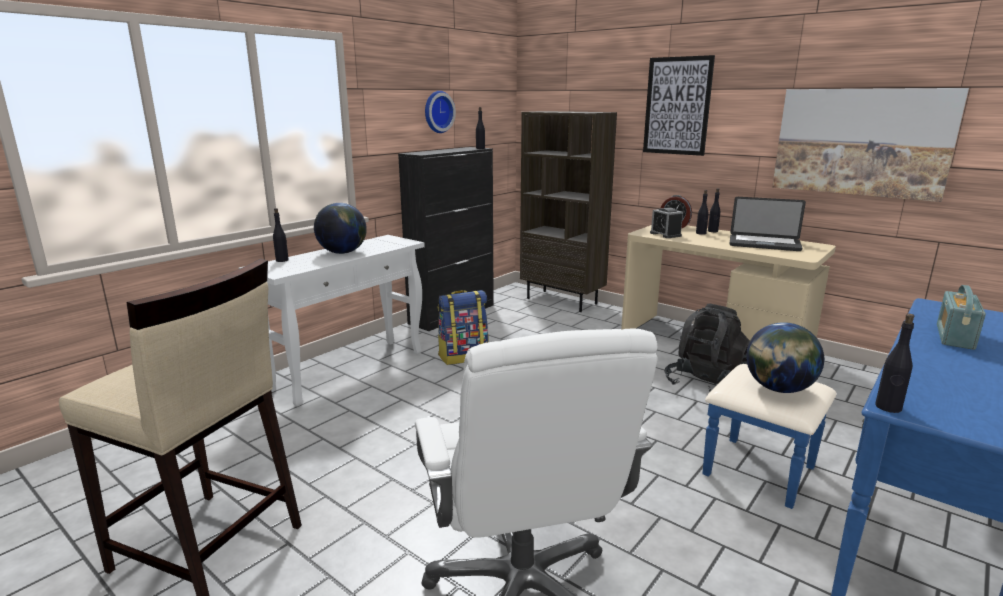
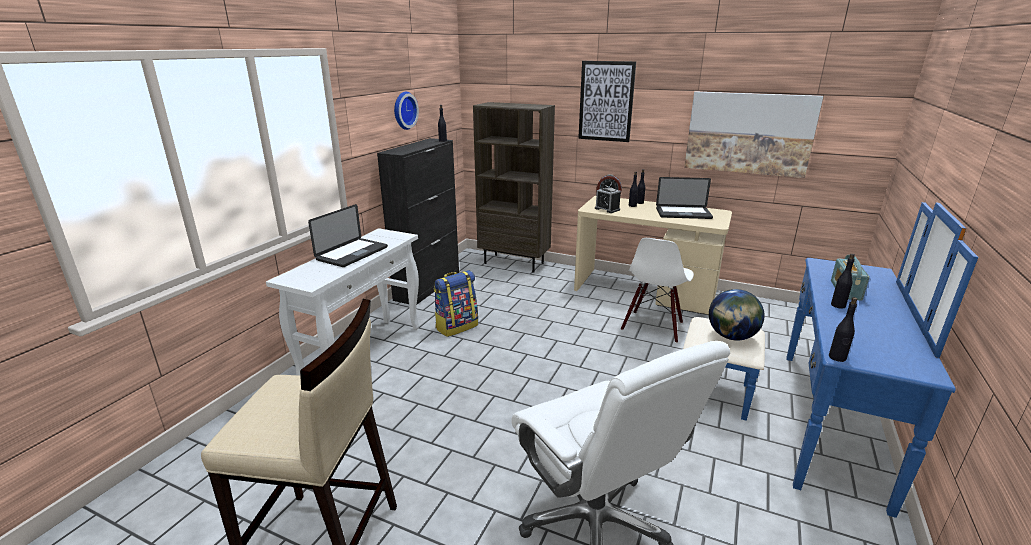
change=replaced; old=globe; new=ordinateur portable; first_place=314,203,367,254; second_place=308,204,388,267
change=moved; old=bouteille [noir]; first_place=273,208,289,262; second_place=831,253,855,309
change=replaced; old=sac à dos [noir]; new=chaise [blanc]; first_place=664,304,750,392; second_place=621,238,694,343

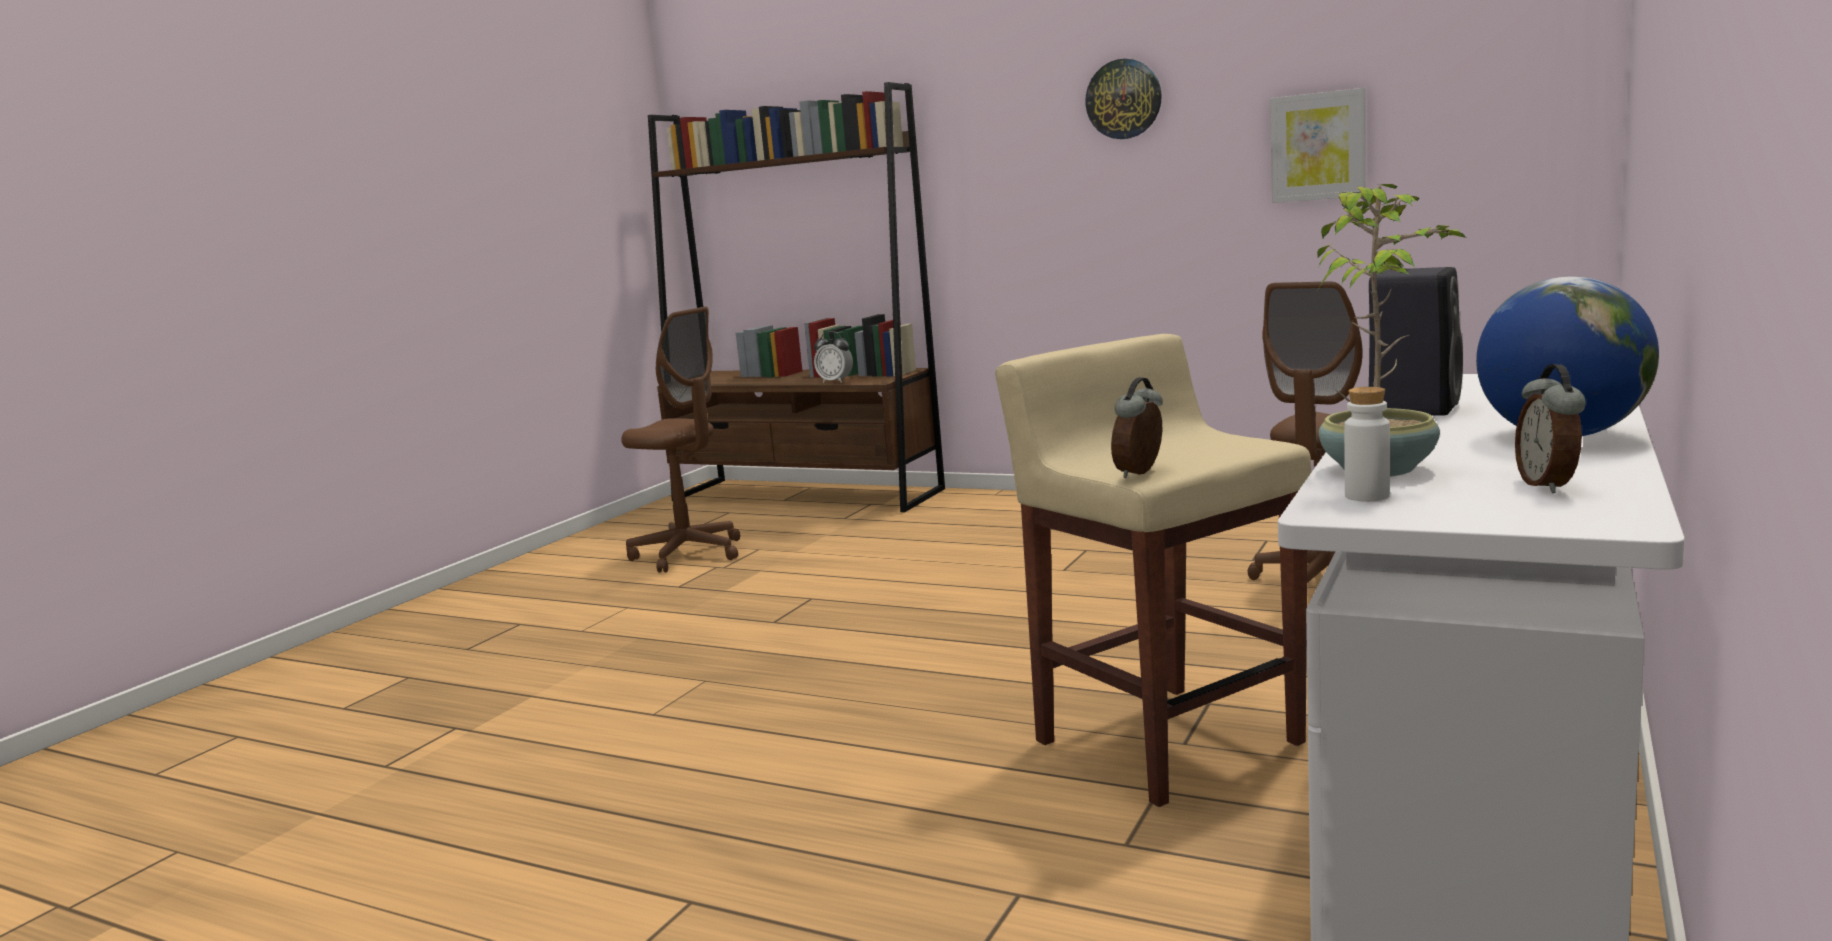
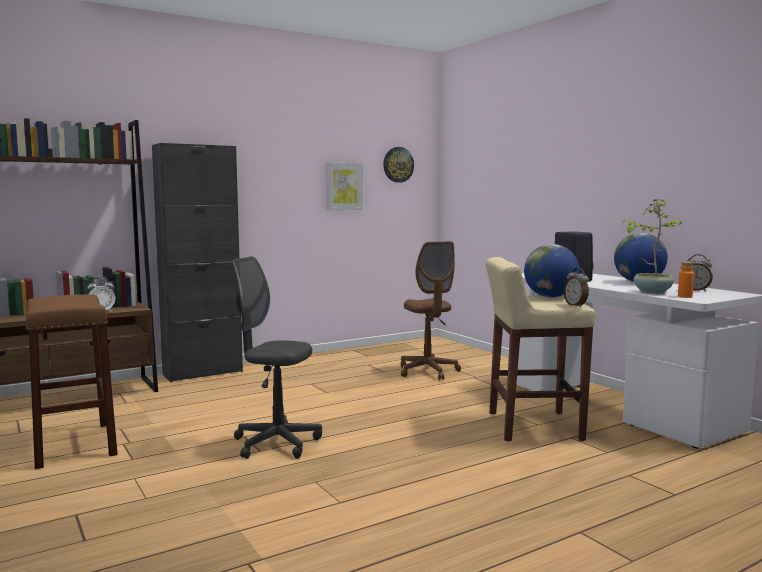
change=moved; old=horloge murale; first_place=1085,59,1162,139; second_place=383,147,414,183
change=replaced; old=chaise de bureau [marron]; new=tabouret [marron]; first_place=621,307,740,573; second_place=26,294,118,469
change=recoloured; old=bouteille [blanc]; new=bouteille [orange]; first_place=1344,387,1390,502; second_place=678,262,694,298
change=added; new=meuble de rangement [noir]; second_place=152,143,243,382
change=added; new=globe; second_place=524,244,579,297
change=added; new=chaise de bureau [gris]; second_place=233,256,322,459

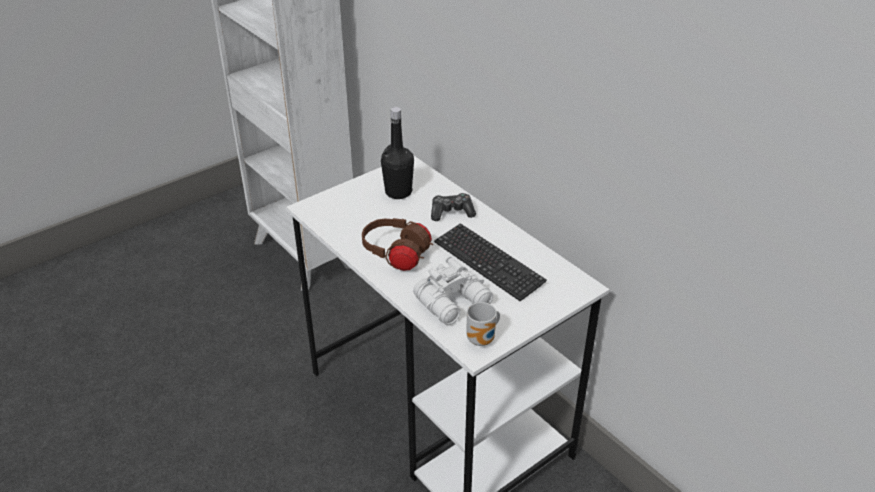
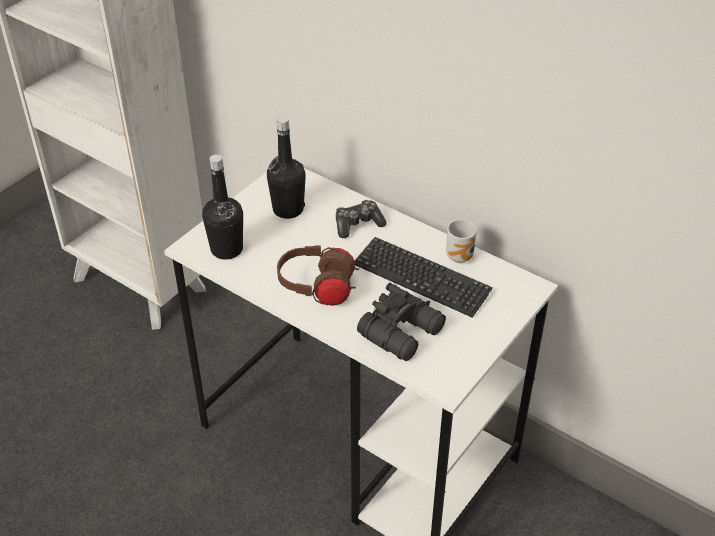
change=recoloured; old=jumelles [blanc]; new=jumelles [noir]; first_place=413,256,493,325; second_place=357,283,446,361
change=moved; old=mug; first_place=467,302,500,346; second_place=446,219,477,263
change=added; new=bouteille [noir]; second_place=202,154,243,259

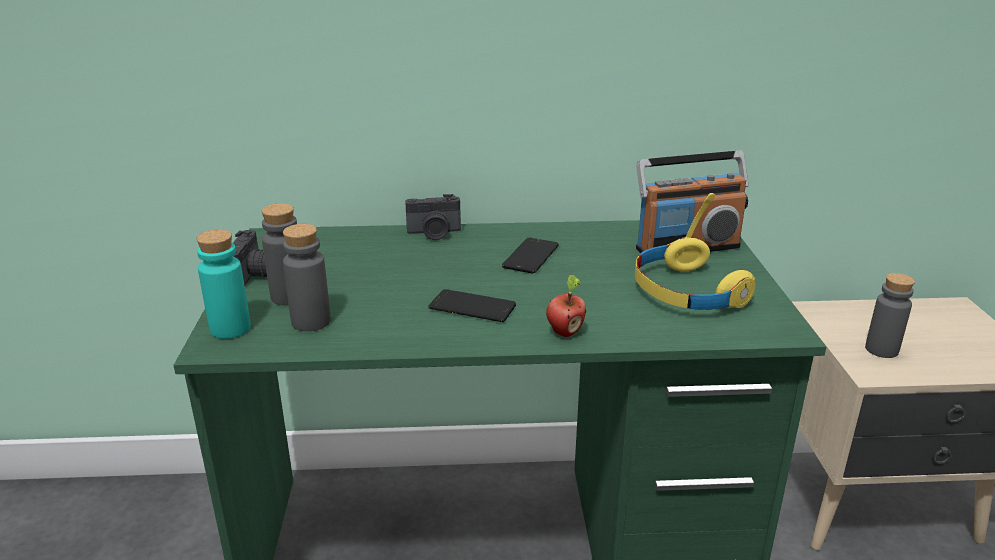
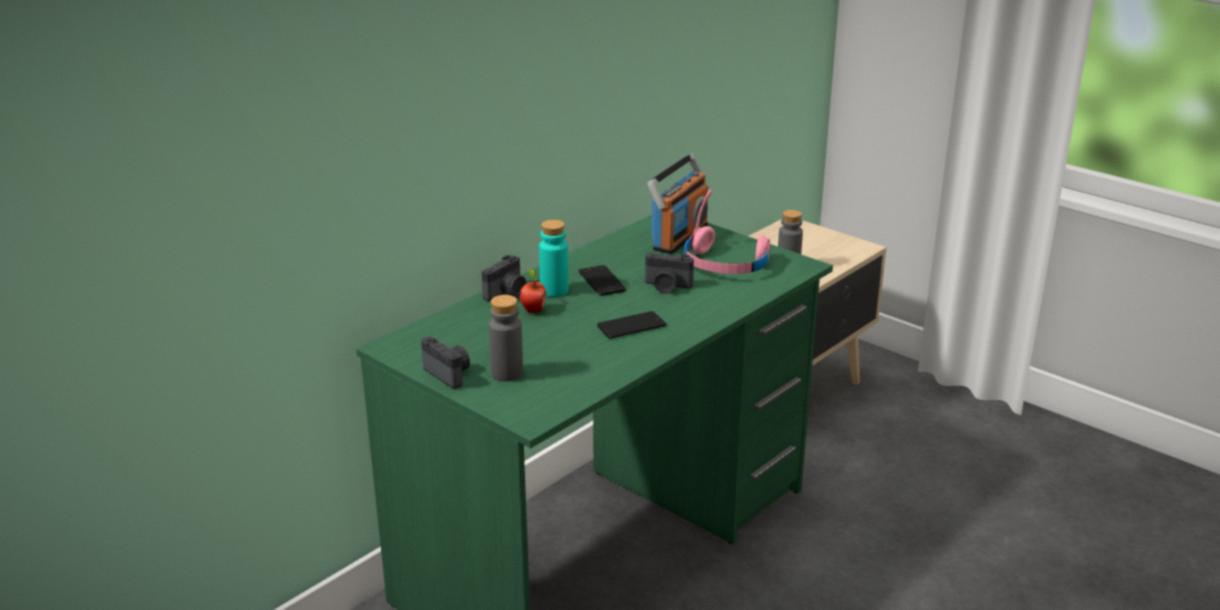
change=recoloured; old=casque audio [jaune]; new=casque audio [rose]; first_place=635,193,755,310; second_place=684,190,770,274
change=removed; old=bouteille [gris]; first_place=283,224,331,331
change=moved; old=bouteille [turquoise]; first_place=196,230,251,339; second_place=539,220,569,297
change=moved; old=pomme; first_place=546,275,586,337; second_place=520,269,546,313
change=added; new=appareil photo; second_place=645,253,694,294

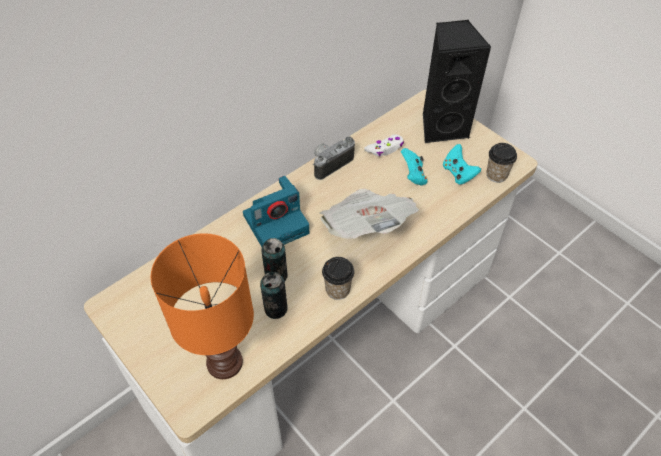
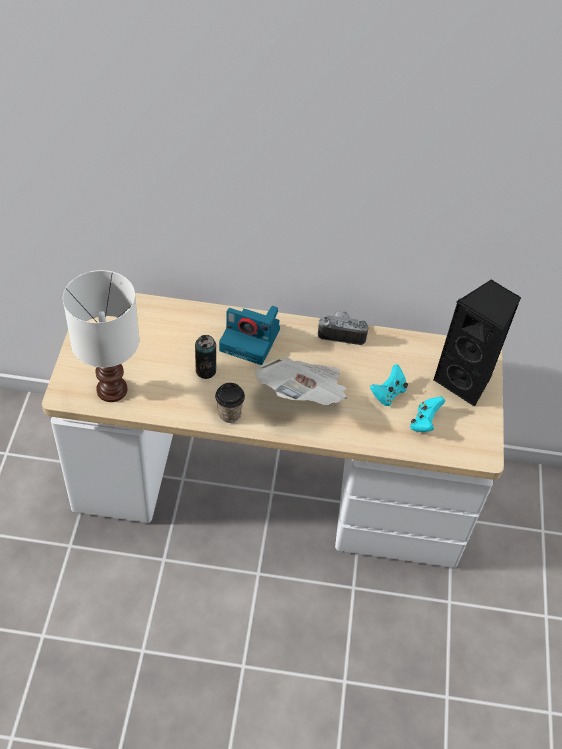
change=removed; old=manette [blanc]; first_place=364,134,404,156
change=removed; old=tasse; first_place=486,143,517,183
change=recoloured; old=lampe de table [orange]; new=lampe de table [blanc]; first_place=151,233,254,379; second_place=63,270,139,402
change=removed; old=boîte métallique; first_place=260,272,288,319

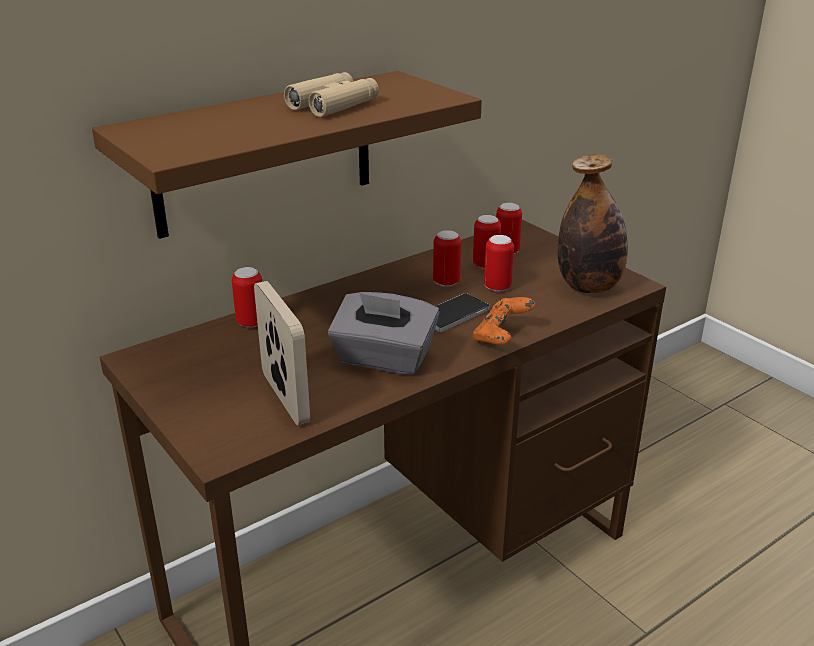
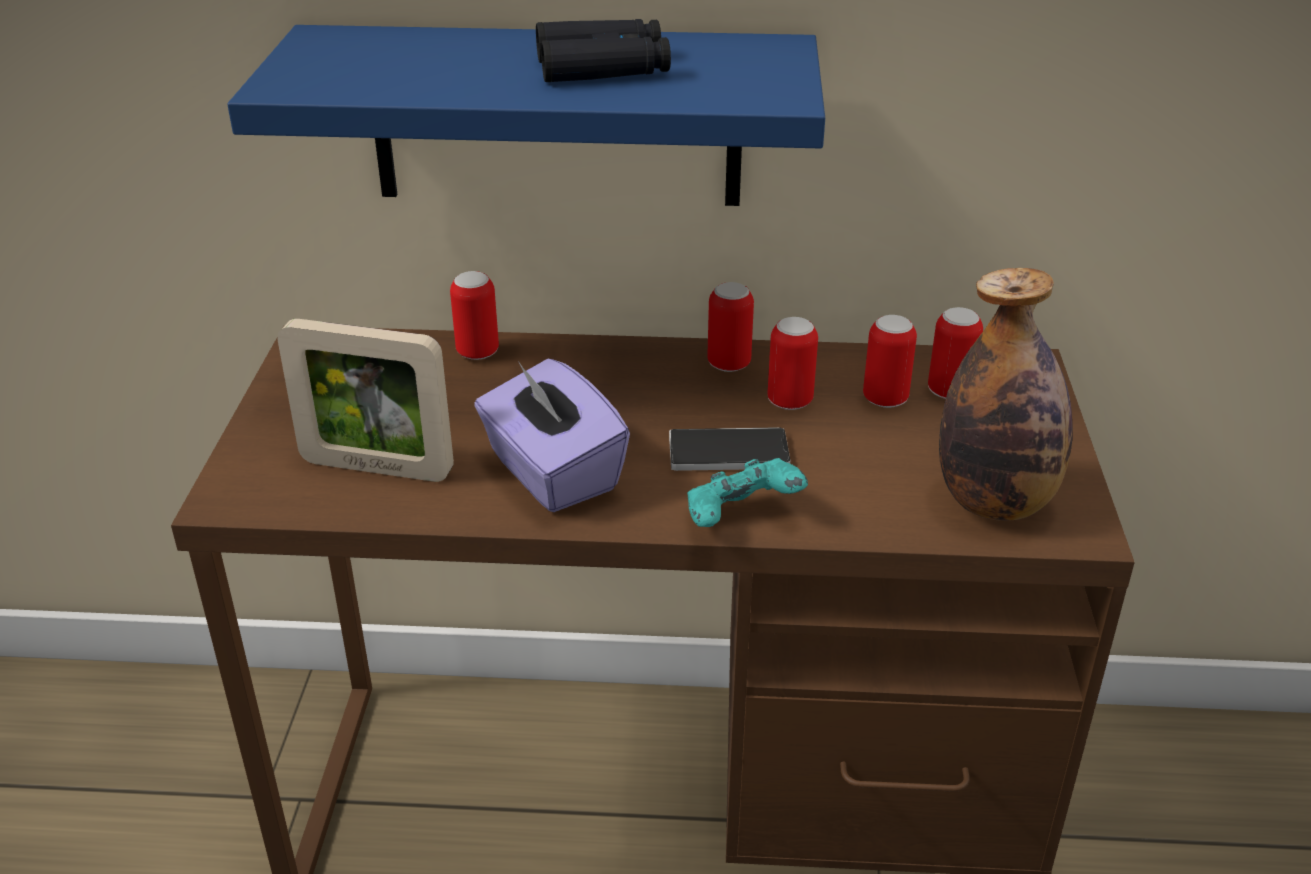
change=recoloured; old=étagère [marron]; new=étagère [bleu]; first_place=92,71,482,239; second_place=227,25,825,206
change=recoloured; old=jumelles [beige]; new=jumelles [noir]; first_place=284,72,379,117; second_place=536,19,671,82
change=moved; old=boîte métallique; first_place=484,235,514,292; second_place=707,282,754,372
change=turned; old=cadre photo; first_place=254,281,310,425; second_place=277,319,454,482; degrees=90
change=recoloured; old=boîte à mouchoirs [gris]; new=boîte à mouchoirs [violet]; first_place=328,292,439,375; second_place=474,359,630,512
change=recoloured; old=manette [orange]; new=manette [turquoise]; first_place=473,297,535,345; second_place=687,458,808,527

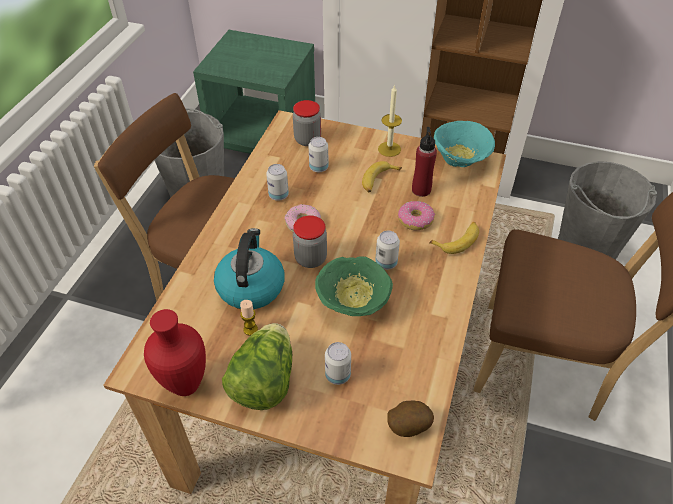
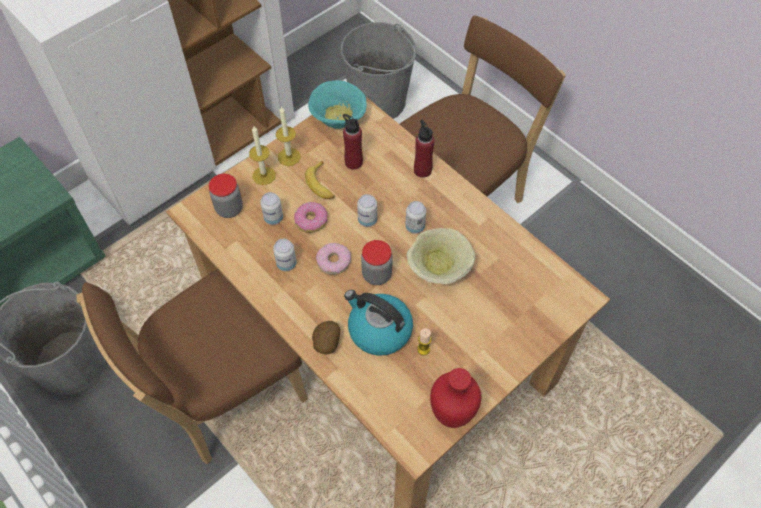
change=moved; old=beignet; first_place=398,201,435,231; second_place=294,202,328,233
change=replaced; old=banane; new=bouteille [rouge]; first_place=429,222,479,254; second_place=414,120,435,178
change=recoloured; old=bol [vert]; new=bol [beige]; first_place=315,256,393,316; second_place=407,228,475,284
change=removed; old=laitue; first_place=222,323,292,410
change=moved; old=boîte métallique; first_place=325,342,351,385; second_place=357,194,377,227
change=moved; old=pomme de terre; first_place=387,400,434,437; second_place=312,321,340,354
change=added; new=bougie; second_place=249,126,276,185

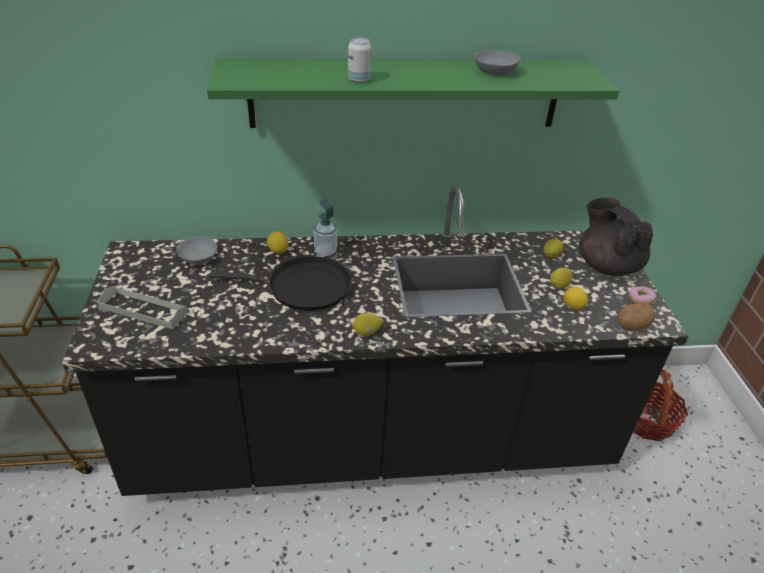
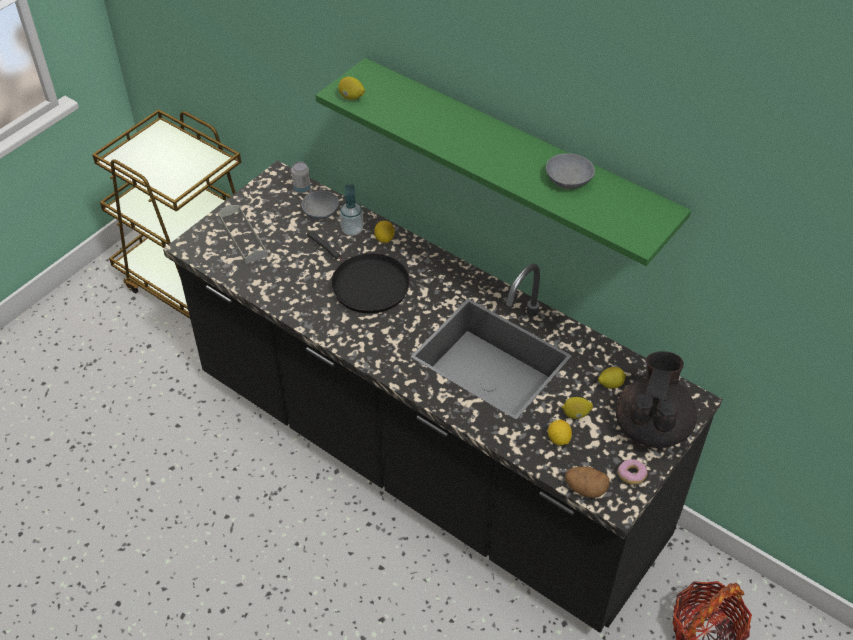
change=moved; old=boîte métallique; first_place=348,38,371,83; second_place=291,162,311,193
change=moved; old=distributeur de savon; first_place=314,199,337,256; second_place=340,185,364,236
change=moved; old=citron; first_place=352,313,383,336; second_place=338,77,365,100

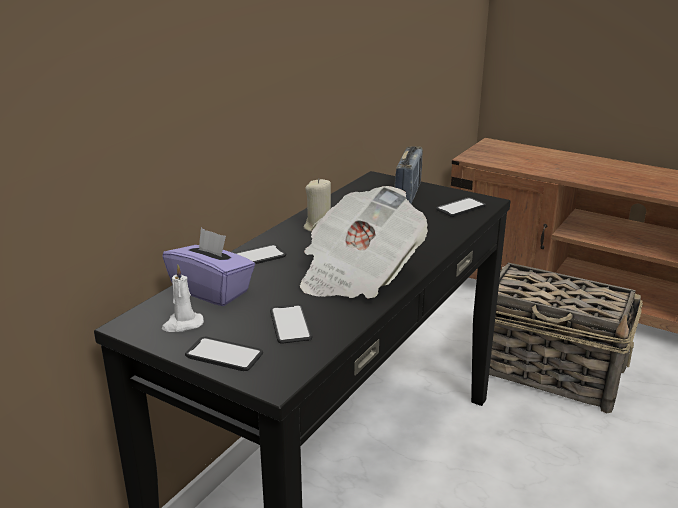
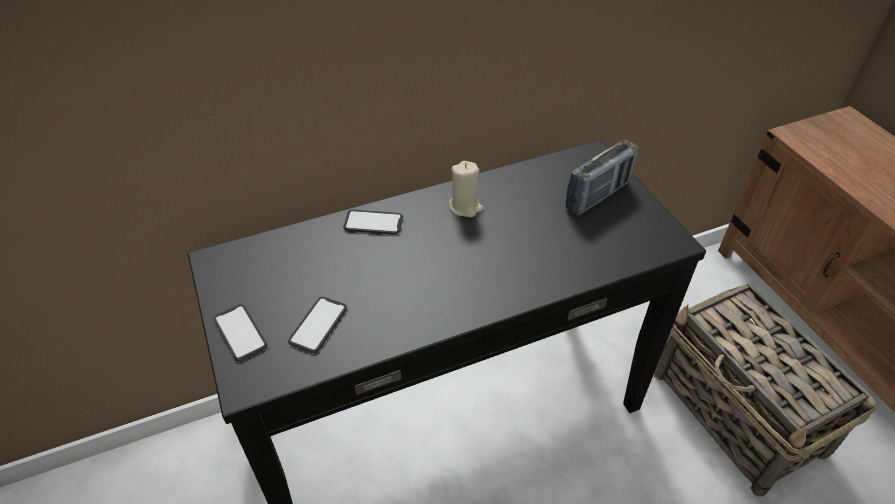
change=removed; old=journal; first_place=300,186,428,299
change=removed; old=téléphone; first_place=436,197,486,217
change=removed; old=boîte à mouchoirs [violet]; first_place=162,228,255,306
change=removed; old=bougie [blanc]; first_place=162,265,204,332

